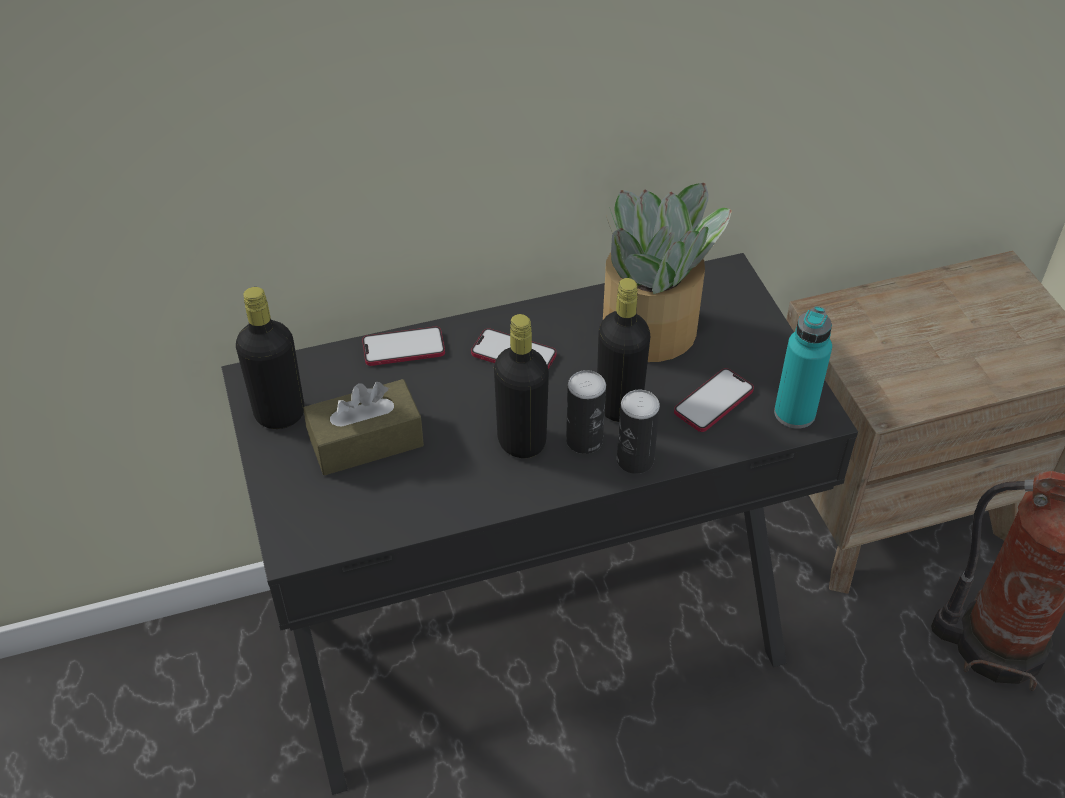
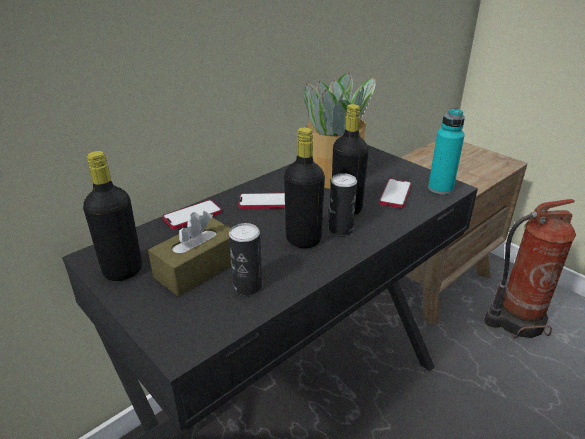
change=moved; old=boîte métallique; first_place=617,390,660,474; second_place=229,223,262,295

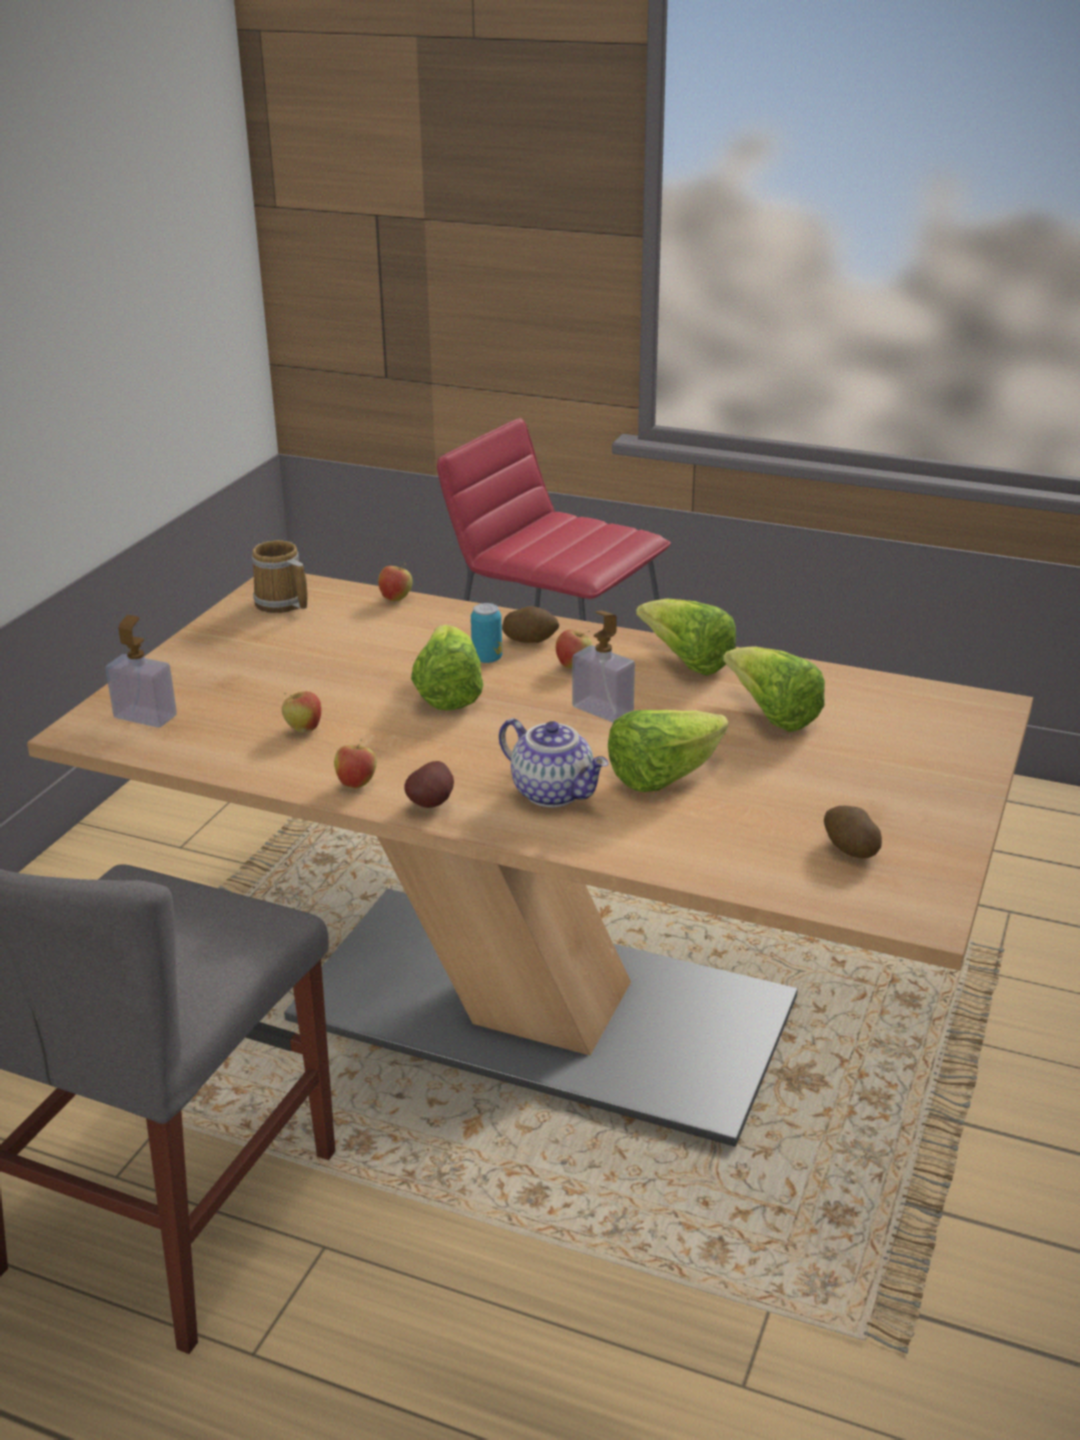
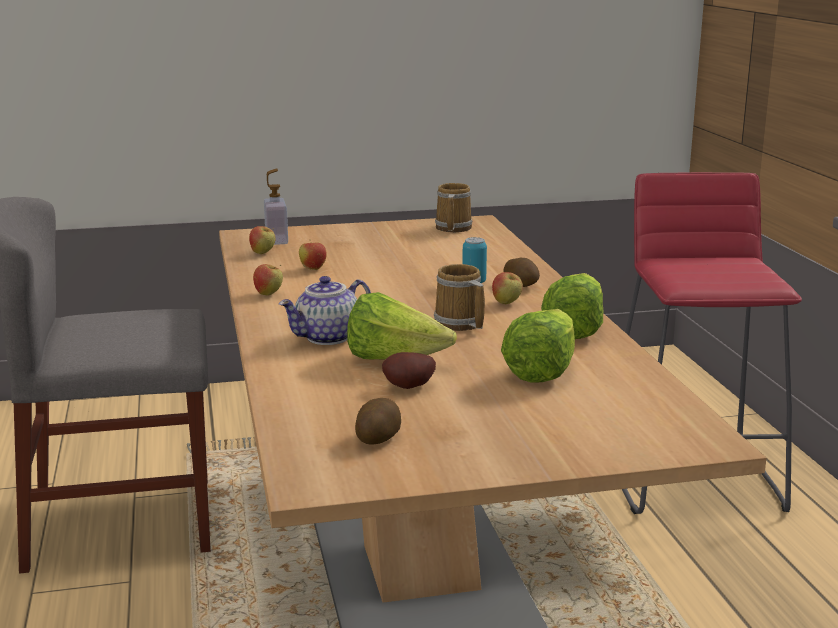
change=moved; old=pomme; first_place=378,563,413,601; second_place=249,226,276,254
change=replaced; old=distributeur de savon; new=mug; first_place=572,610,635,722; second_place=434,264,485,331
change=removed; old=laitue; first_place=411,624,484,710
change=turned; old=théière; first_place=499,718,608,807; second_place=279,276,371,345; degrees=45
change=moved; old=pomme de terre; first_place=404,761,454,808; second_place=382,352,436,389

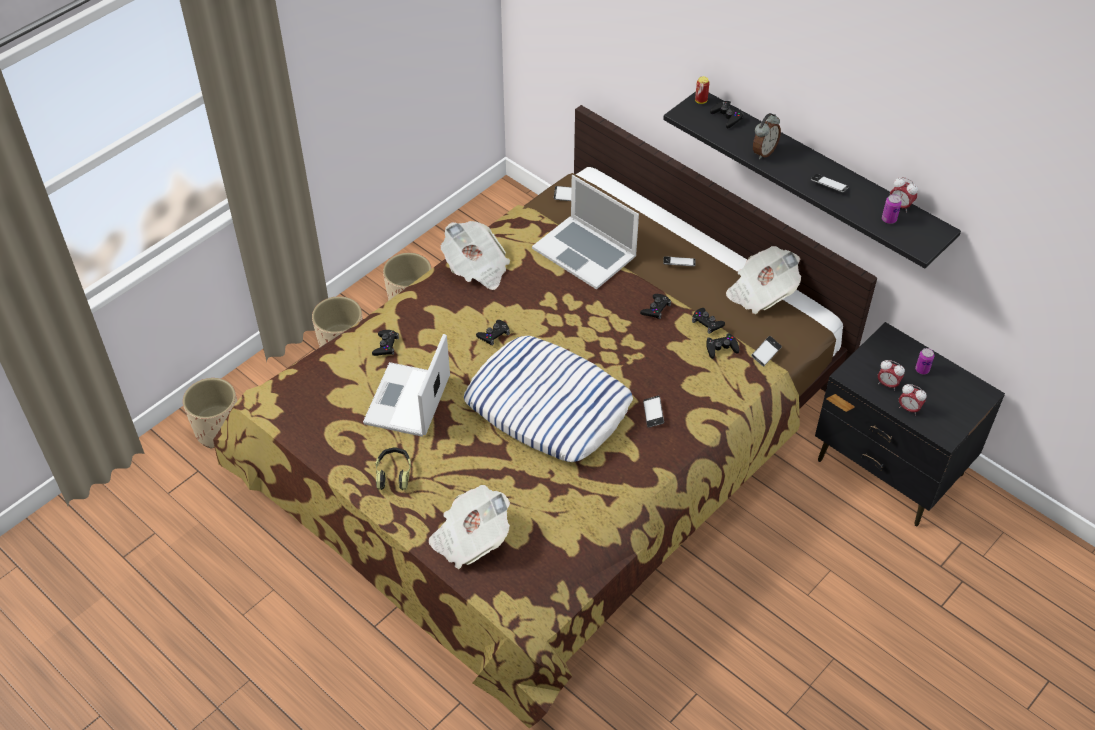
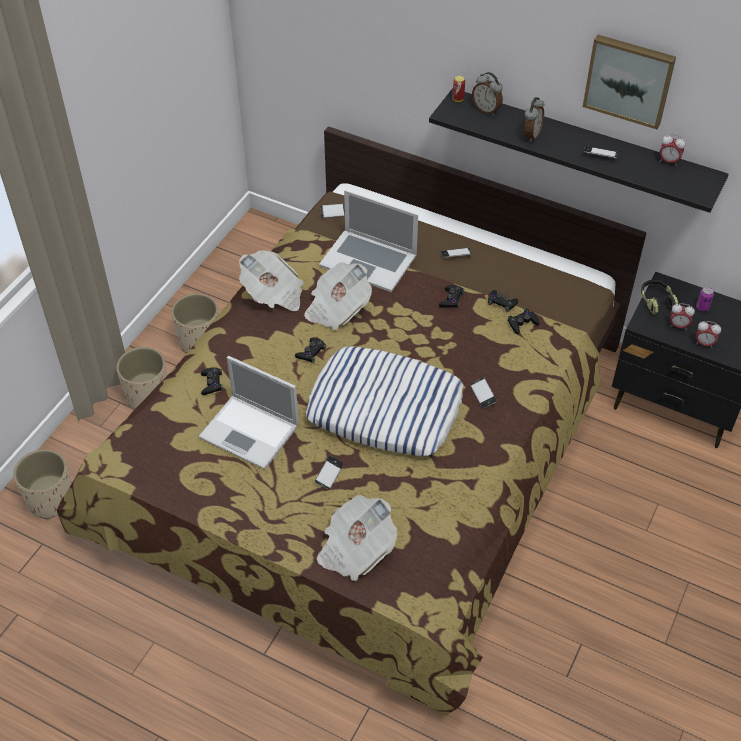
change=replaced; old=manette [noir]; new=réveil; first_place=710,101,744,128; second_place=472,72,503,115
change=removed; old=boîte métallique; first_place=882,194,902,224
change=moved; old=journal; first_place=726,246,801,314; second_place=304,262,372,330
change=turned; old=ordinateur portable; first_place=363,334,450,437; second_place=198,356,299,470; degrees=-60
change=moved; old=téléphone; first_place=751,336,782,366; second_place=315,456,344,490
change=moved; old=casque audio; first_place=375,447,411,490; second_place=641,280,678,314
change=added; new=tableau; second_place=583,35,676,129

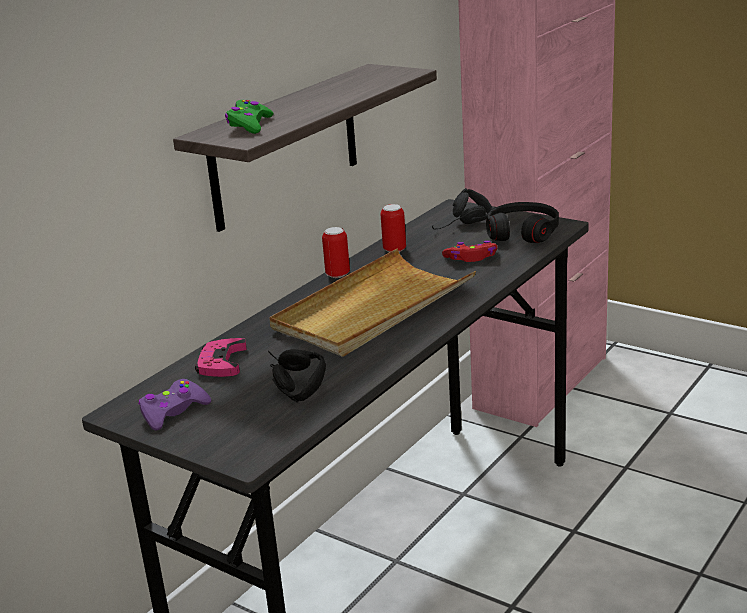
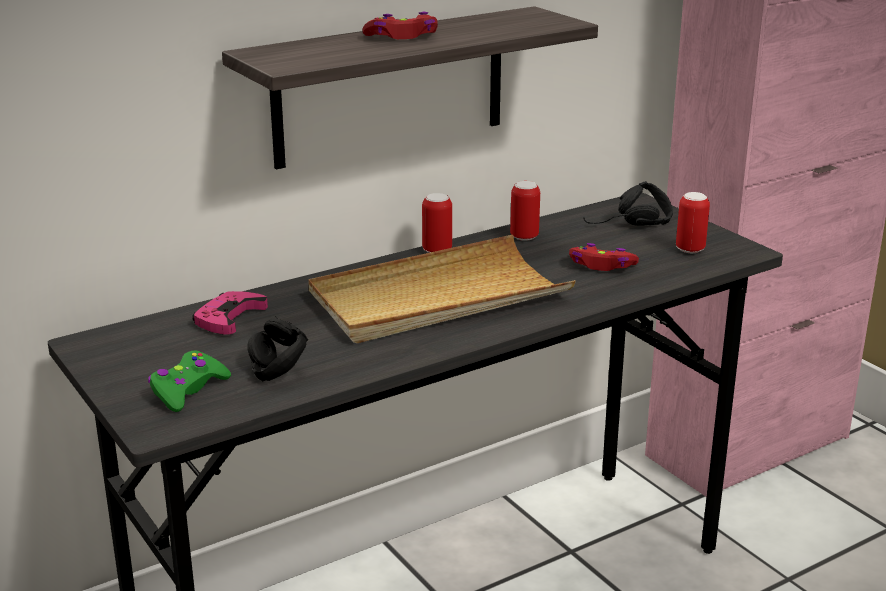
change=moved; old=manette [vert]; first_place=225,100,274,134; second_place=148,350,231,412
change=replaced; old=casque audio [noir]; new=boîte métallique; first_place=486,202,559,243; second_place=676,192,710,253
change=removed; old=manette [violet]; first_place=138,379,211,431
change=added; new=manette [rouge]; second_place=362,12,438,39

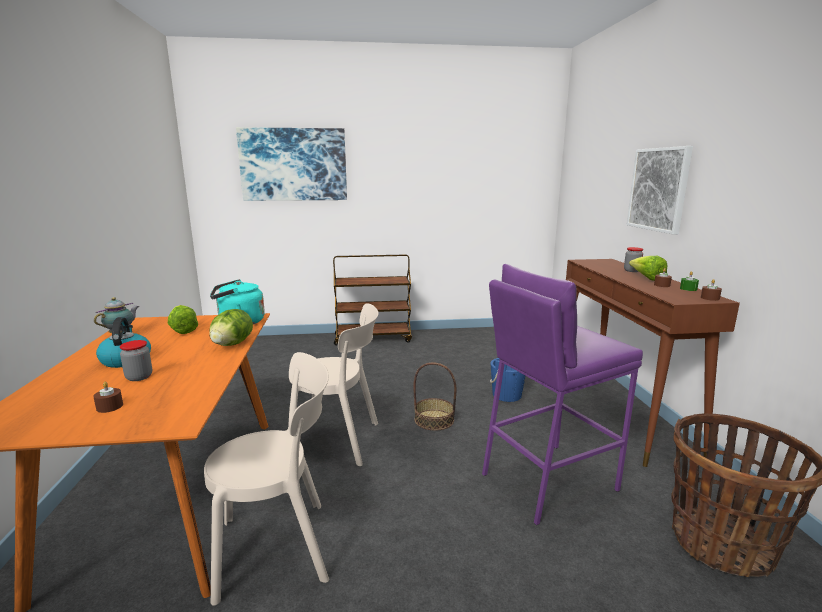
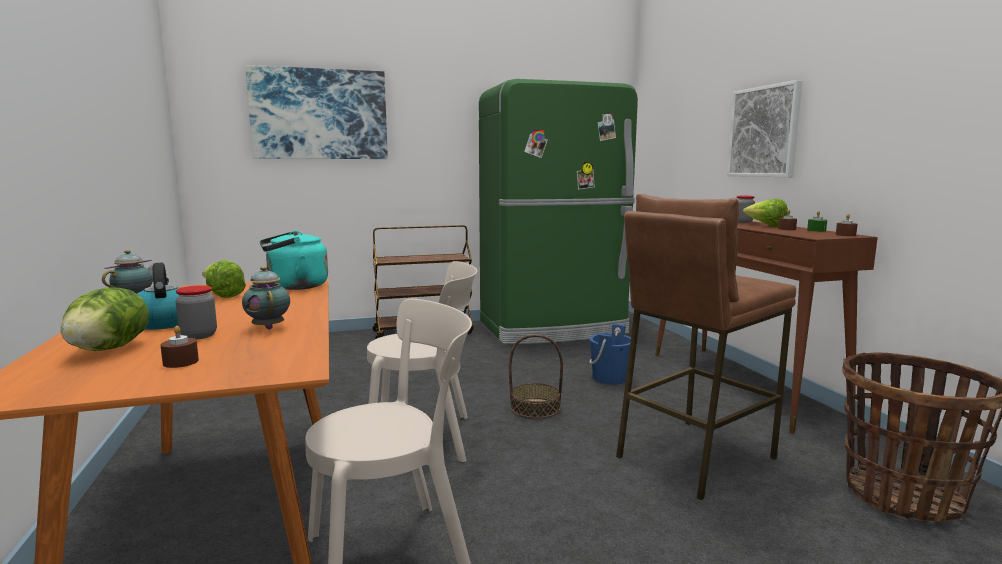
change=recoloured; old=tabouret [violet]; new=tabouret [marron]; first_place=482,264,643,525; second_place=616,194,796,500
change=moved; old=laitue; first_place=209,309,253,346; second_place=61,287,149,351
change=added; new=réfrigérateur [vert]; second_place=479,79,638,344
change=added; new=théière; second_place=242,266,290,329

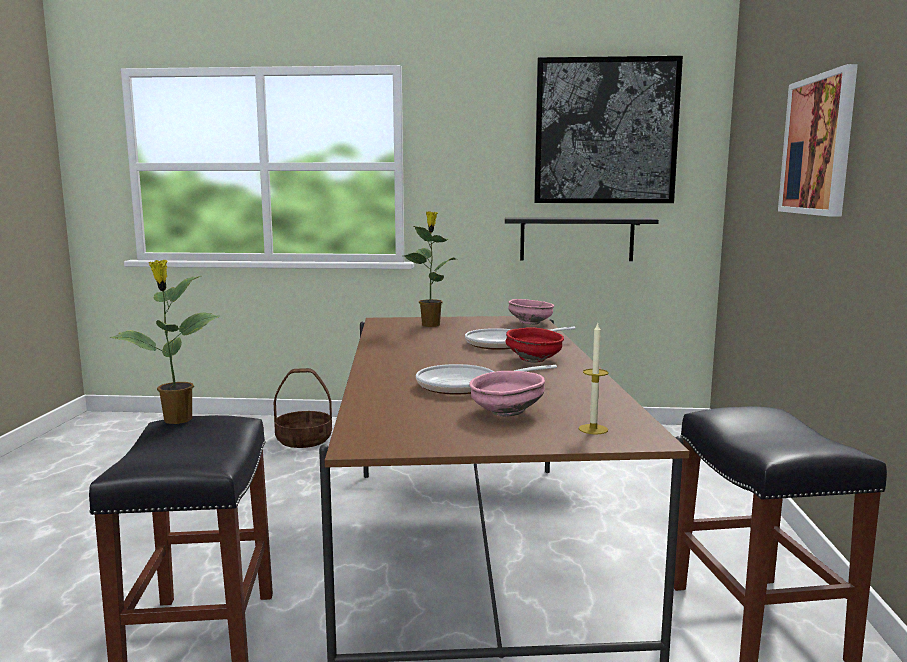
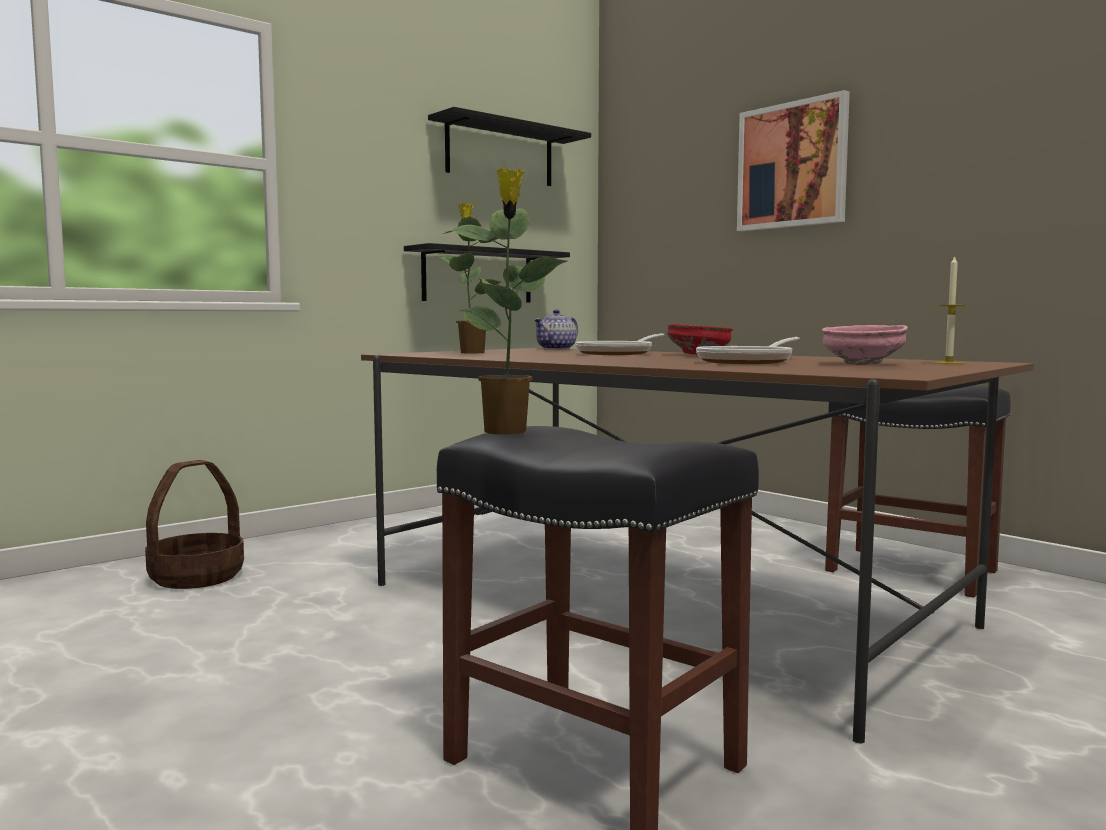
change=replaced; old=tableau; new=étagère [noir]; first_place=534,56,683,203; second_place=428,107,591,186
change=replaced; old=bol [rose]; new=théière; first_place=508,299,554,325; second_place=534,309,578,350

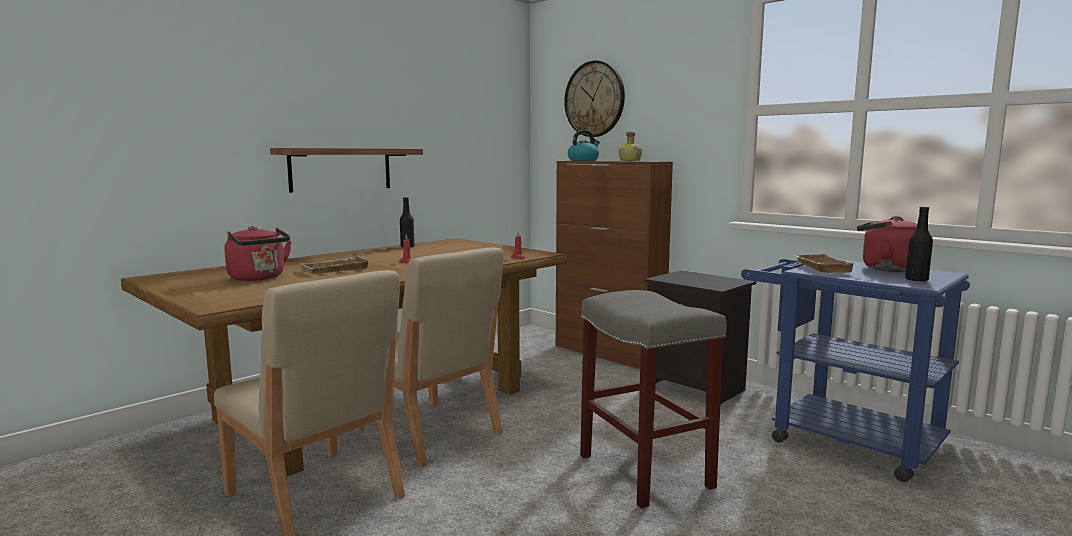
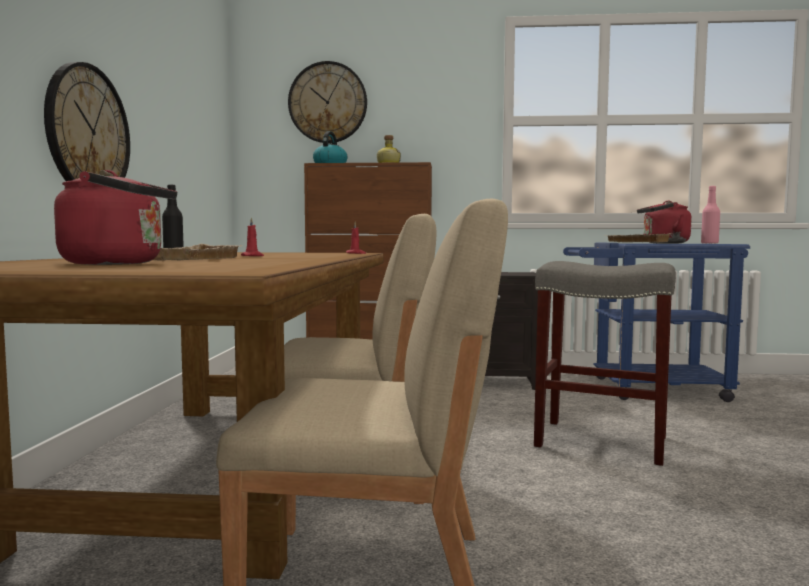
change=replaced; old=étagère; new=horloge murale; first_place=270,148,423,193; second_place=44,62,130,181
change=recoloured; old=bouteille [noir]; new=bouteille [rose]; first_place=905,207,933,281; second_place=701,186,720,244

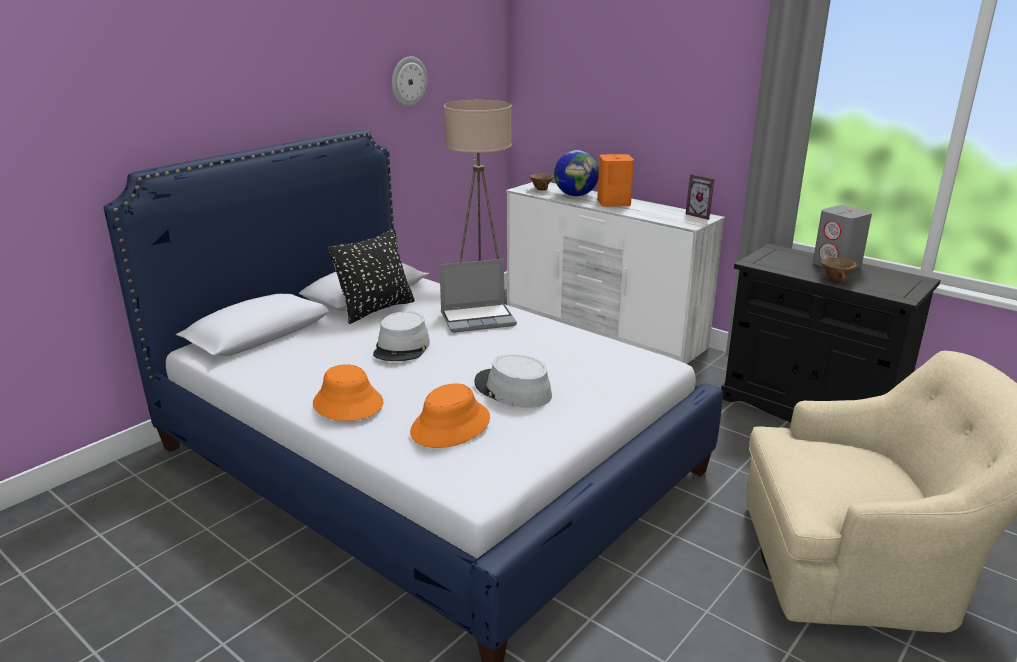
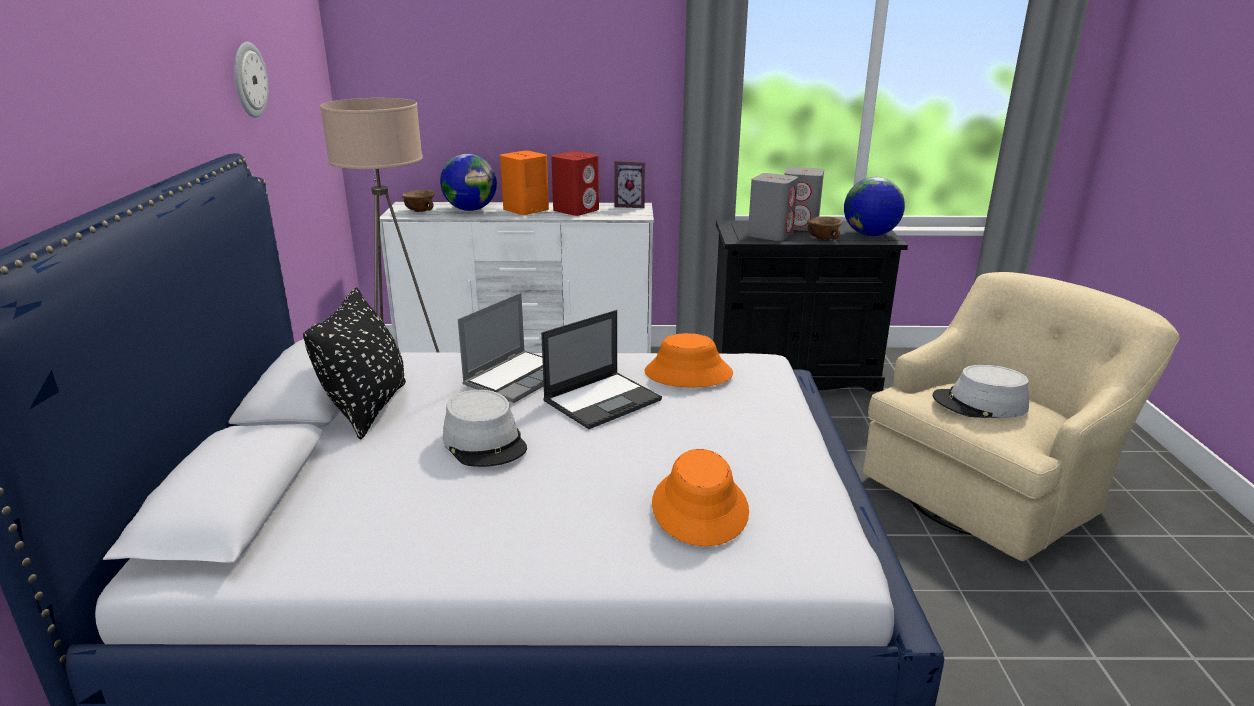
change=moved; old=chapeau [gris]; first_place=474,354,552,408; second_place=933,365,1029,418
change=moved; old=chapeau [orange]; first_place=313,364,383,421; second_place=644,333,733,387
change=added; new=enceinte [rouge]; second_place=551,151,599,216
change=added; new=enceinte [gris]; second_place=748,173,798,241
change=added; new=globe; second_place=844,177,905,236
change=added; new=ordinateur portable; second_place=541,310,662,429

